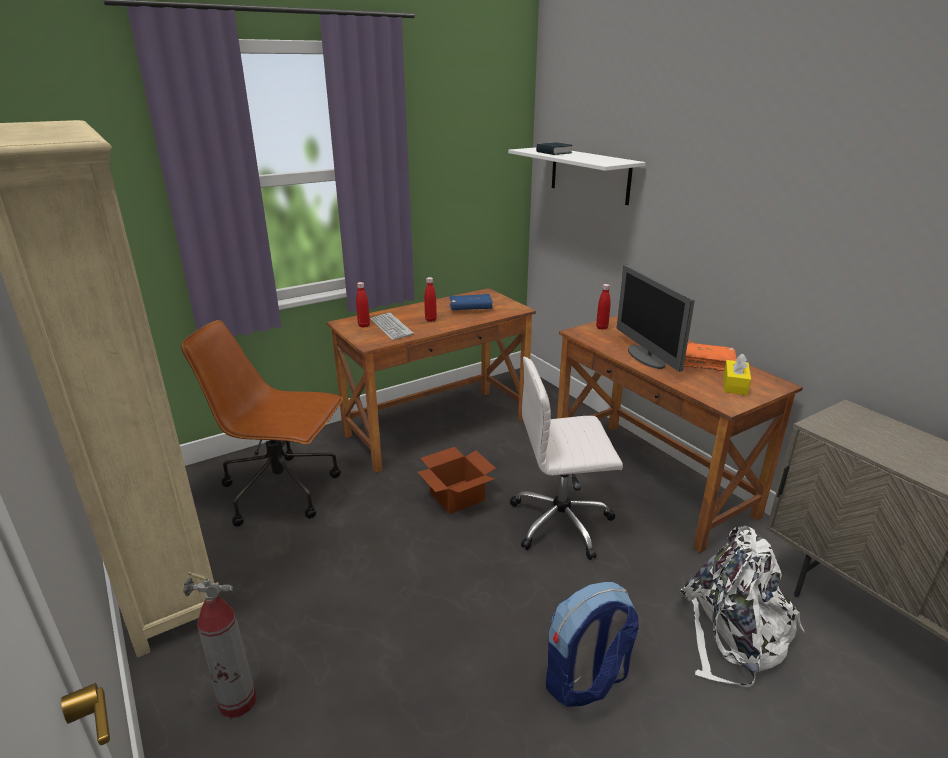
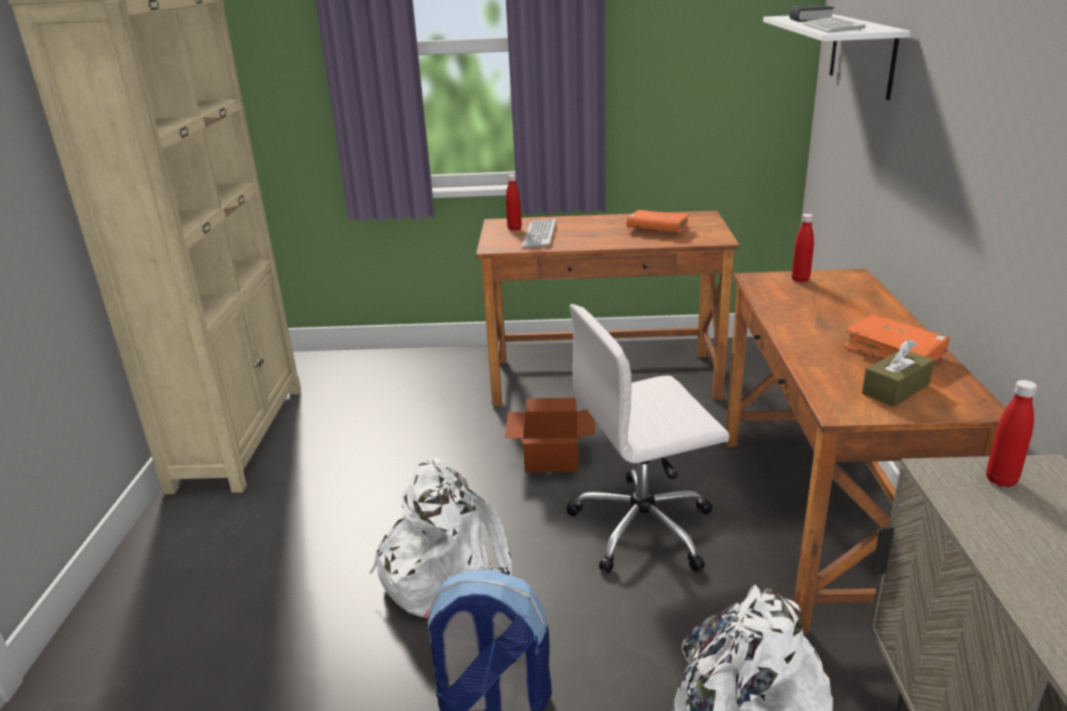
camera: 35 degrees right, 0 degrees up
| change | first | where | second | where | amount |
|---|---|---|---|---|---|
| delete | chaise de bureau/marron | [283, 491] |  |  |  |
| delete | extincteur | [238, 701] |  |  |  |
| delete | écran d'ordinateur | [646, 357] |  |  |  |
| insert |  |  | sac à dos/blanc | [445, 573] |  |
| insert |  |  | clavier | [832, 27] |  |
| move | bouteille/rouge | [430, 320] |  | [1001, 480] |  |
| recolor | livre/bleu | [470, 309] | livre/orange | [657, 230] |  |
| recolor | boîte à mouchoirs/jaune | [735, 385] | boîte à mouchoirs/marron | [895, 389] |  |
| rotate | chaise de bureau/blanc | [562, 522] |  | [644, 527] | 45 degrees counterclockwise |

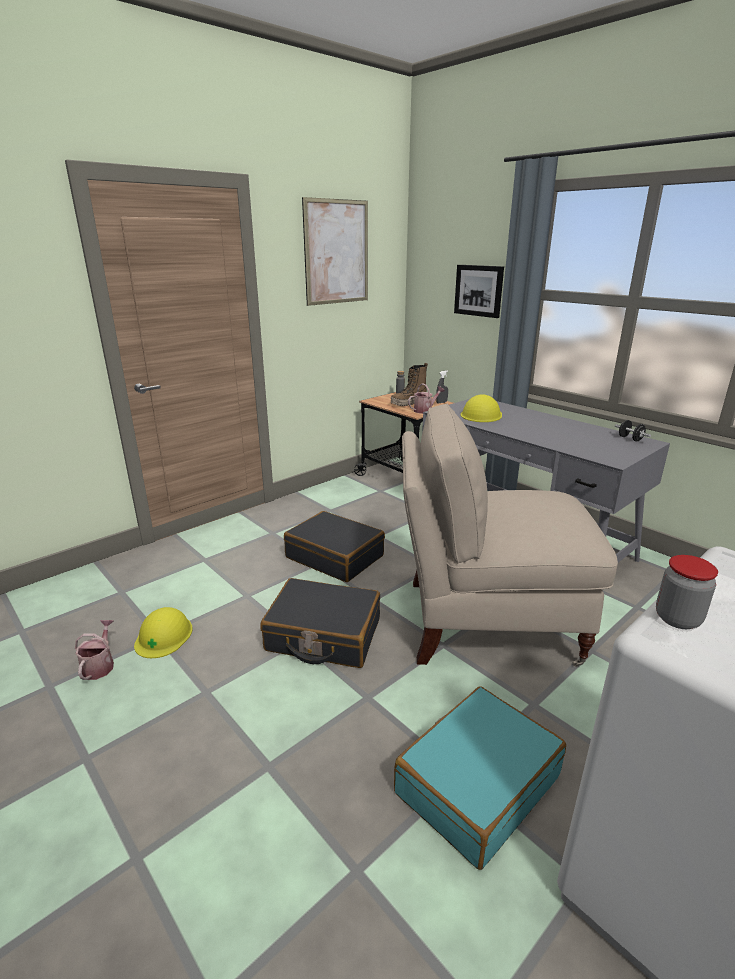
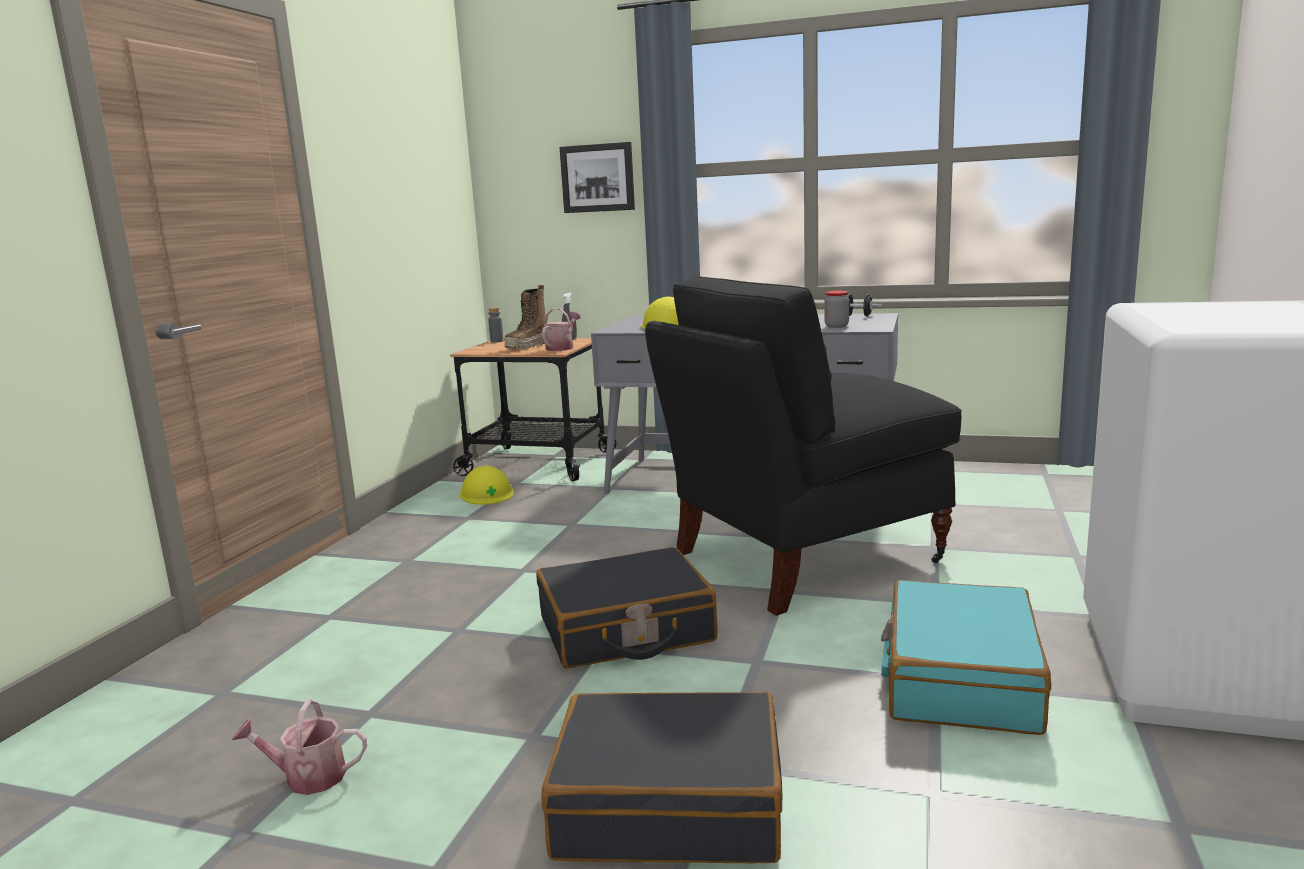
camera: 30 degrees left, 10 degrees down
| change | first | where | second | where | amount |
|---|---|---|---|---|---|
| delete | tableau | [337, 252] |  |  |  |
| move | casque de chantier/jaune | [164, 636] |  | [487, 493] |  |
| move | valise/noir | [335, 556] |  | [669, 804] |  |
| move | bocal | [677, 619] |  | [836, 326] |  |
| recolor | chaise/beige | [486, 620] | chaise/noir | [803, 557] |  |
| rotate | arrosoir | [100, 665] |  | [307, 777] | 60 degrees counterclockwise |

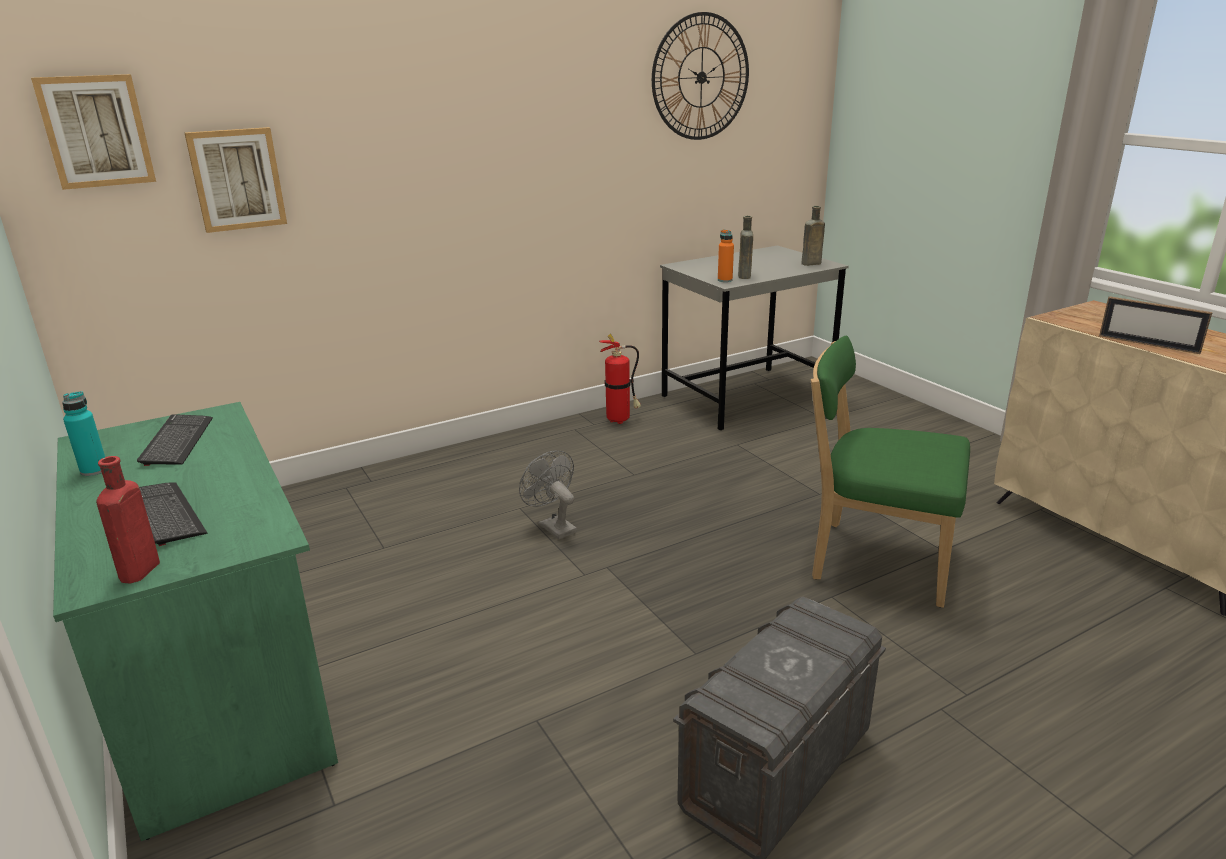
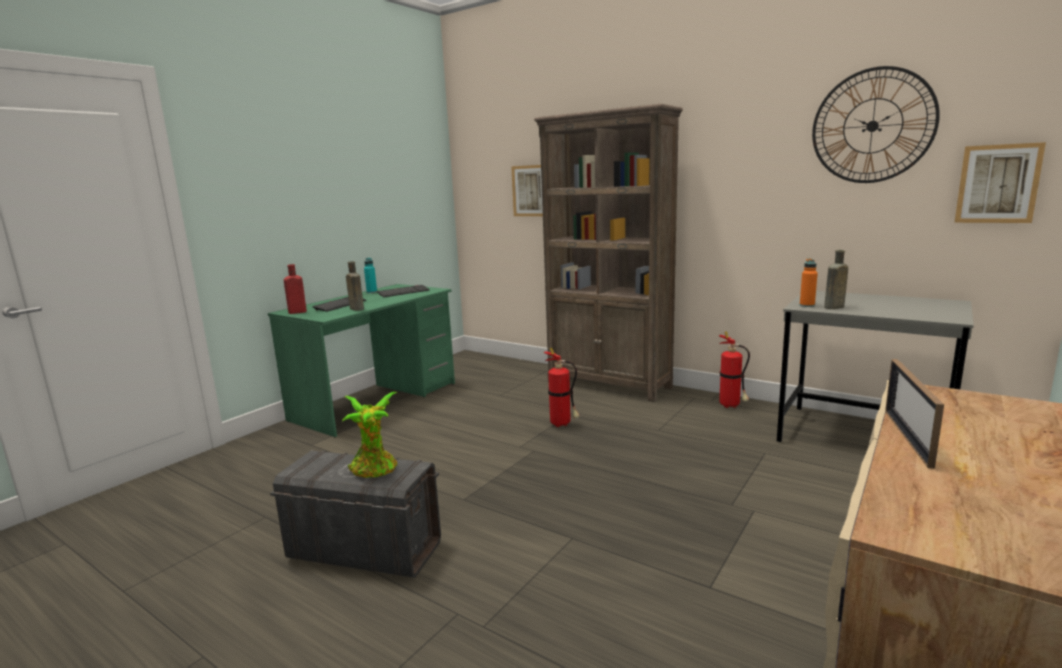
camera: 65 degrees right, 10 degrees down
| change | first | where | second | where | amount |
|---|---|---|---|---|---|
| delete | chaise/vert | [874, 560] |  |  |  |
| insert |  |  | plante en pot | [375, 470] |  |
| insert |  |  | bibliothèque/marron | [609, 384] |  |
| move | tableau | [96, 131] |  | [997, 184] |  |
| move | bouteille/marron | [810, 264] |  | [356, 309] |  |
| replace | ventilateur/gris | [553, 526] | extincteur | [562, 425] |  |

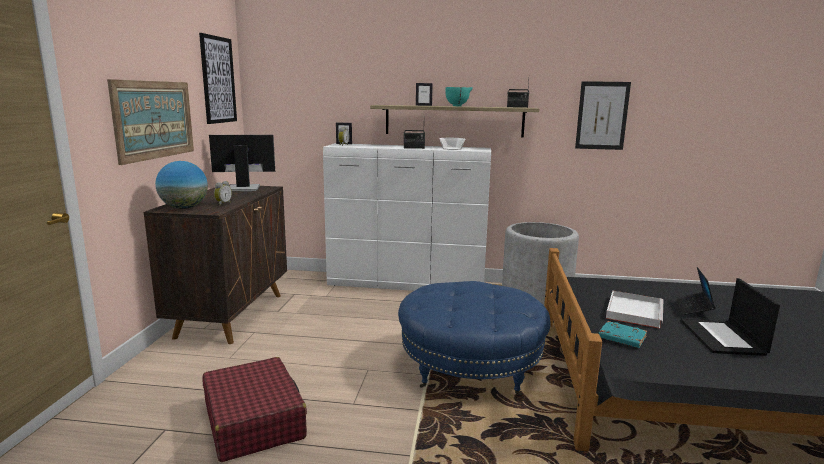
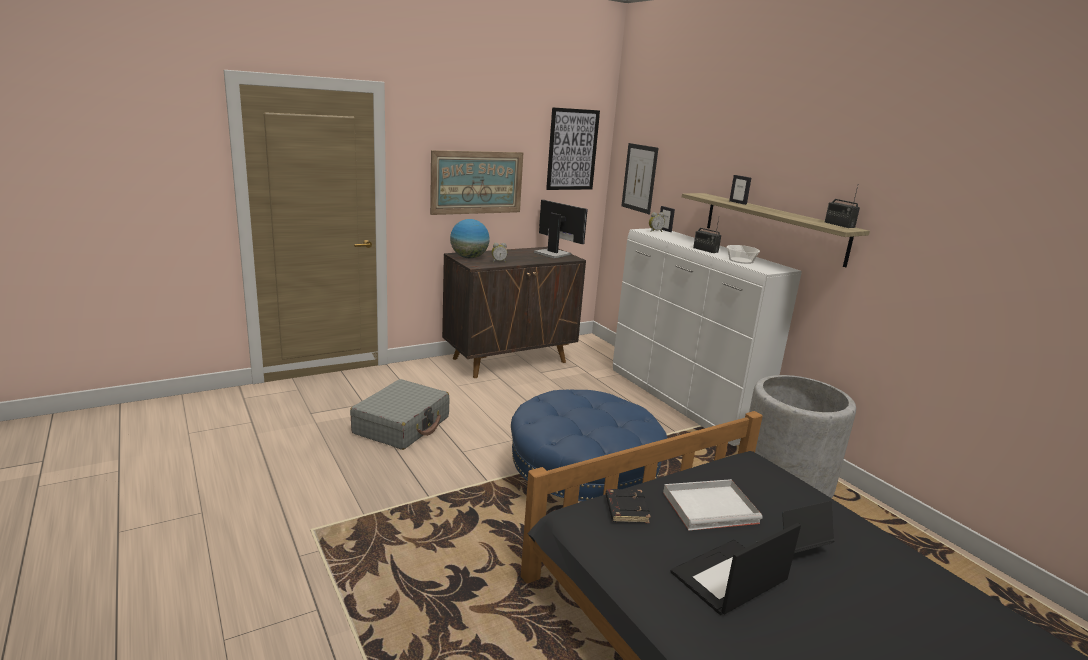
camera: 50 degrees right, 5 degrees up
| change | first | where | second | where | amount |
|---|---|---|---|---|---|
| delete | bol/turquoise | [458, 106] |  |  |  |
| move | tableau | [602, 115] |  | [639, 178] |  |
| recolor | valise/rouge | [254, 420] | valise/gris | [402, 425] |  |
| recolor | livre/turquoise | [621, 338] | livre/noir | [625, 509] |  |

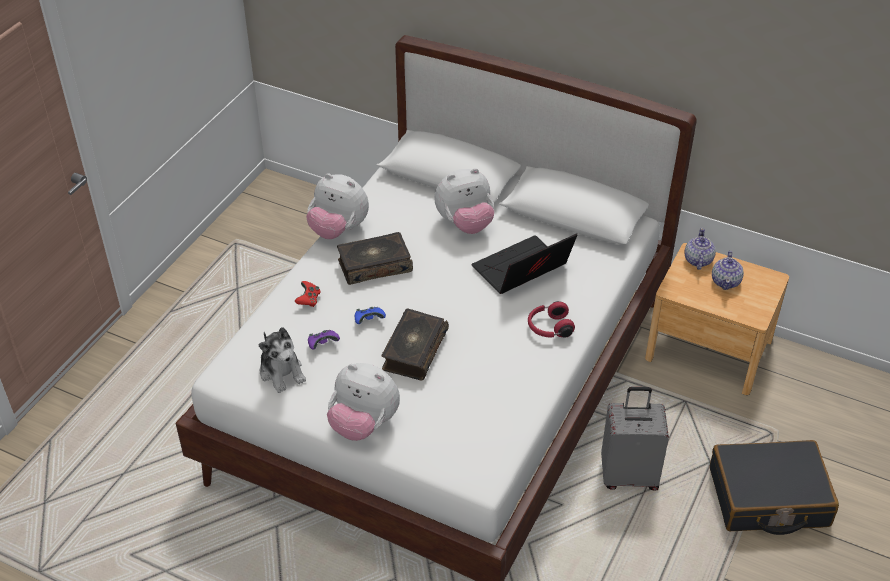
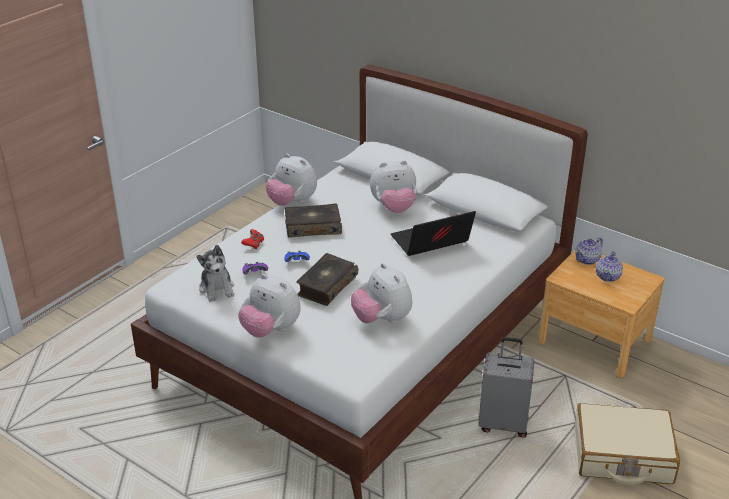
camera: 10 degrees right, 10 degrees down
| change | first | where | second | where | amount |
|---|---|---|---|---|---|
| delete | casque audio/rouge | [549, 328] |  |  |  |
| insert |  |  | peluche | [382, 319] |  |
| recolor | valise/noir | [768, 498] | valise/beige | [622, 455] |  |
| rotate | théière | [697, 260] |  | [587, 260] | 150 degrees counterclockwise |

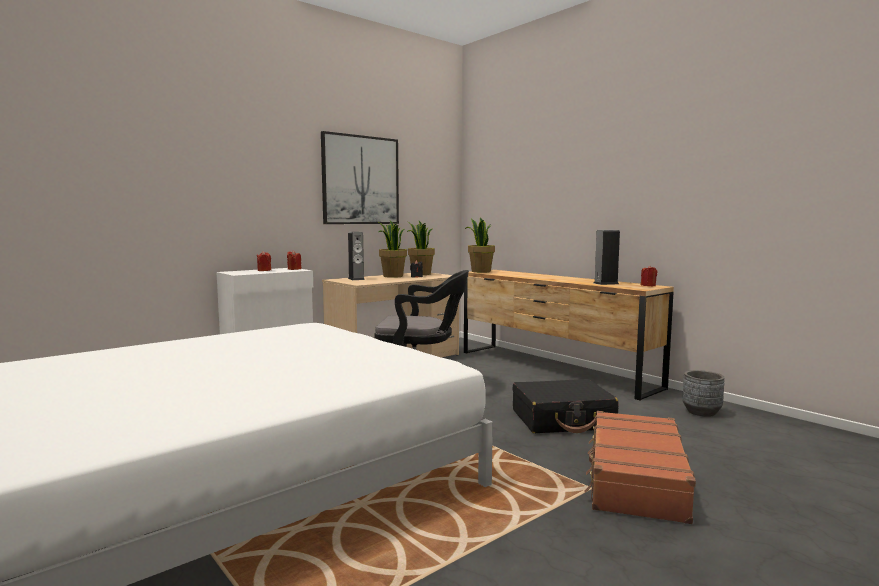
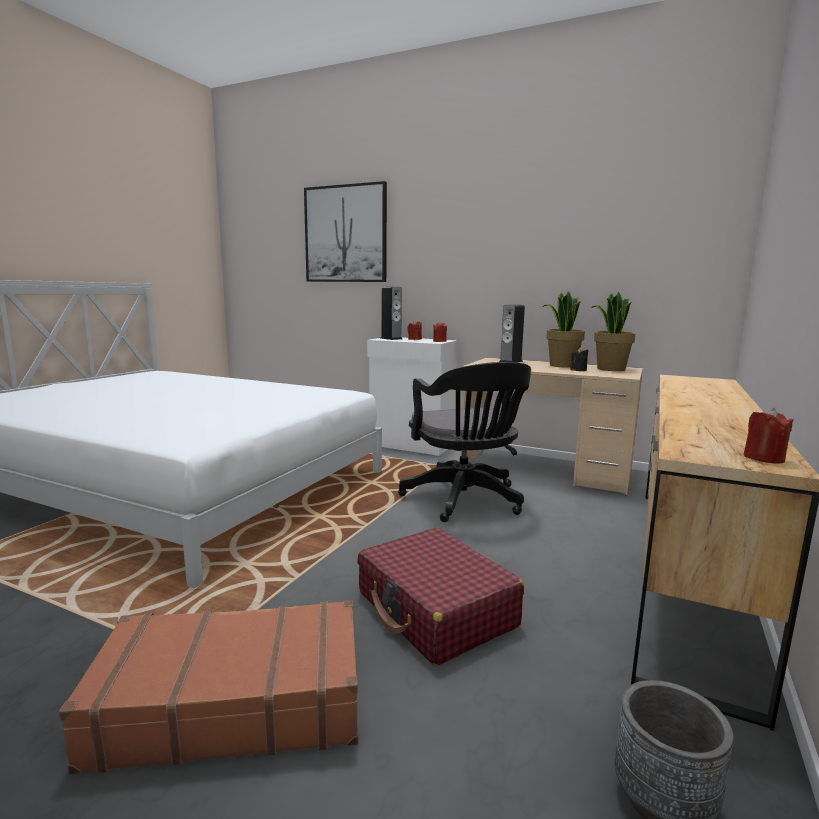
camera: 65 degrees right, 5 degrees up
| change | first | where | second | where | amount |
|---|---|---|---|---|---|
| delete | plante en pot | [480, 271] |  |  |  |
| move | tableau | [360, 180] |  | [345, 234] |  |
| move | enceinte | [606, 283] |  | [391, 338] |  |
| recolor | valise/noir | [563, 420] | valise/rouge | [435, 610] |  |

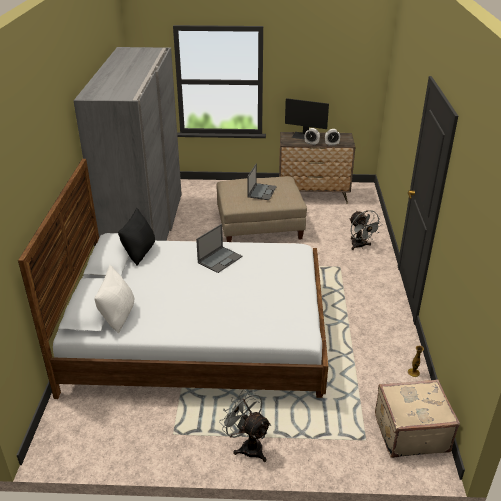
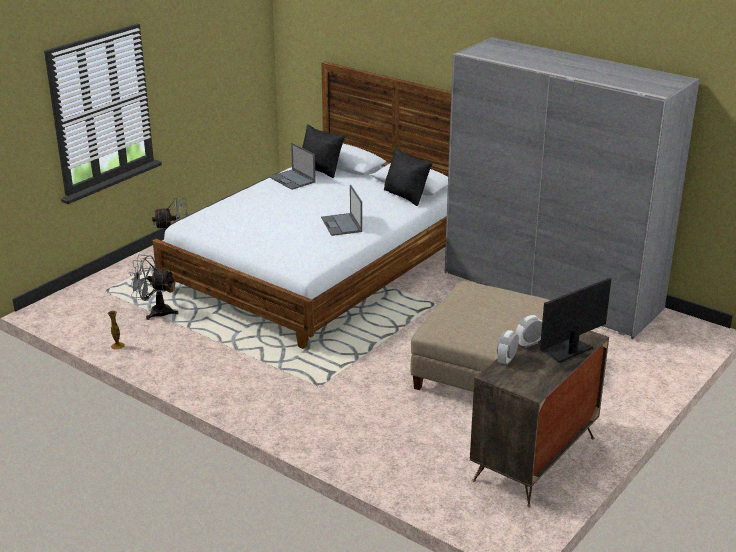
camera: 125 degrees right, 5 degrees down
| change | first | where | second | where | amount |
|---|---|---|---|---|---|
| delete | valise/beige | [410, 432] |  |  |  |
| move | ordinateur portable | [262, 191] |  | [293, 180] |  |
| move | ventilateur/gris | [360, 246] |  | [155, 312] |  |
| recolor | coussin/blanc | [118, 316] | coussin/noir | [321, 170] |  |

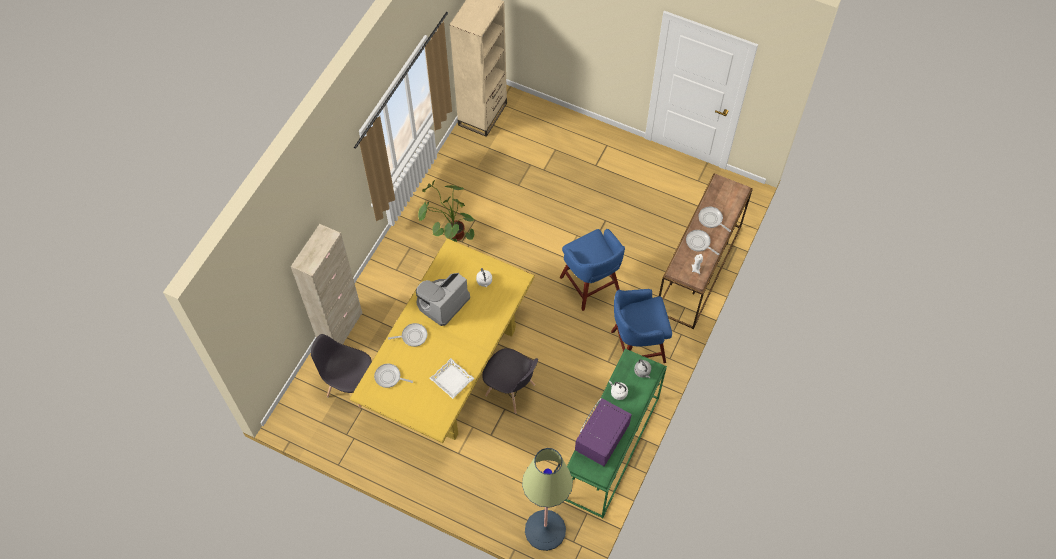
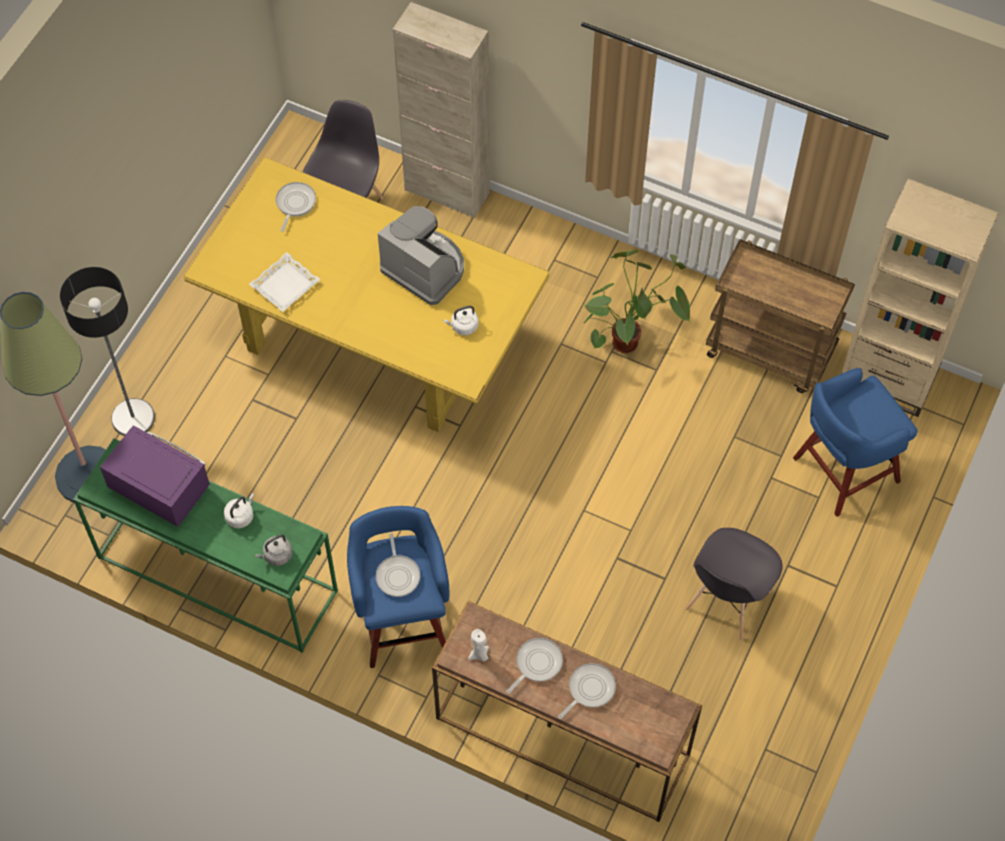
camera: 90 degrees right, 0 degrees up
| change | first | where | second | where | amount |
|---|---|---|---|---|---|
| insert |  |  | lampadaire | [133, 418] |  |
| insert |  |  | chariot/marron | [770, 352] |  |
| move | poêle | [412, 336] |  | [398, 574] |  |
| move | chaise/gris | [510, 390] |  | [727, 601] |  |
| move | tabouret/bleu | [590, 286] |  | [843, 471] |  |

